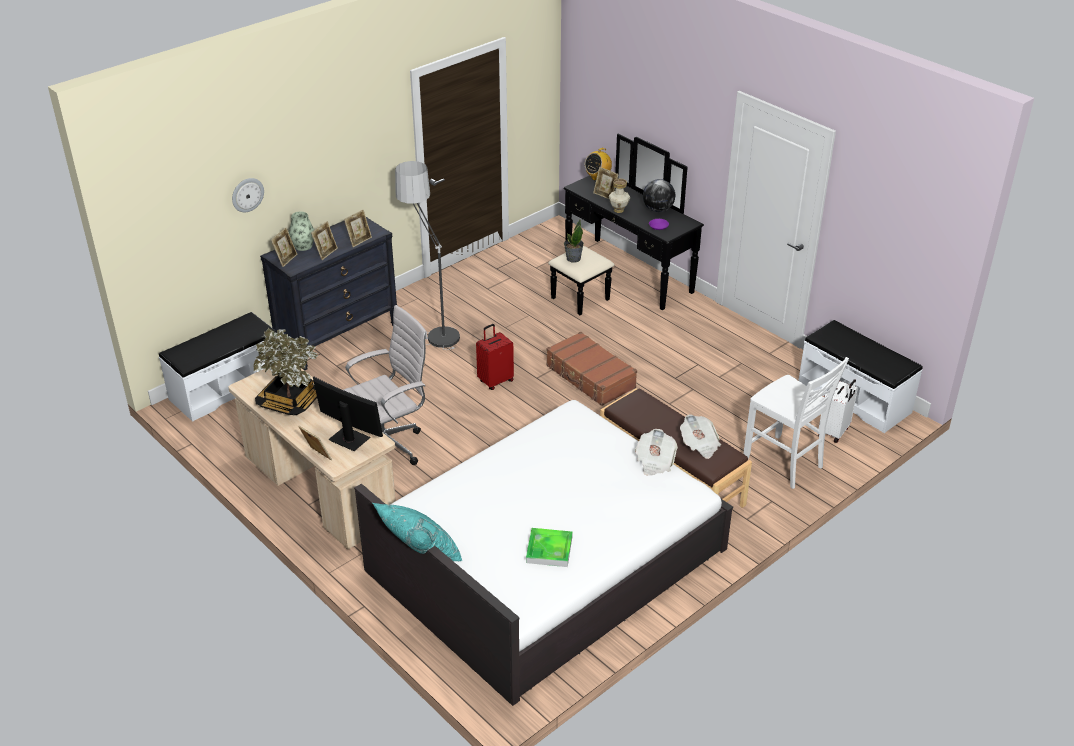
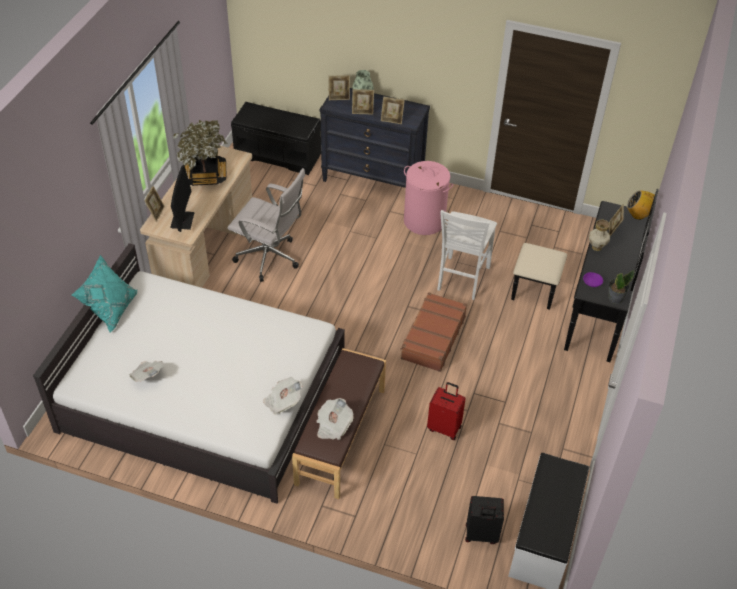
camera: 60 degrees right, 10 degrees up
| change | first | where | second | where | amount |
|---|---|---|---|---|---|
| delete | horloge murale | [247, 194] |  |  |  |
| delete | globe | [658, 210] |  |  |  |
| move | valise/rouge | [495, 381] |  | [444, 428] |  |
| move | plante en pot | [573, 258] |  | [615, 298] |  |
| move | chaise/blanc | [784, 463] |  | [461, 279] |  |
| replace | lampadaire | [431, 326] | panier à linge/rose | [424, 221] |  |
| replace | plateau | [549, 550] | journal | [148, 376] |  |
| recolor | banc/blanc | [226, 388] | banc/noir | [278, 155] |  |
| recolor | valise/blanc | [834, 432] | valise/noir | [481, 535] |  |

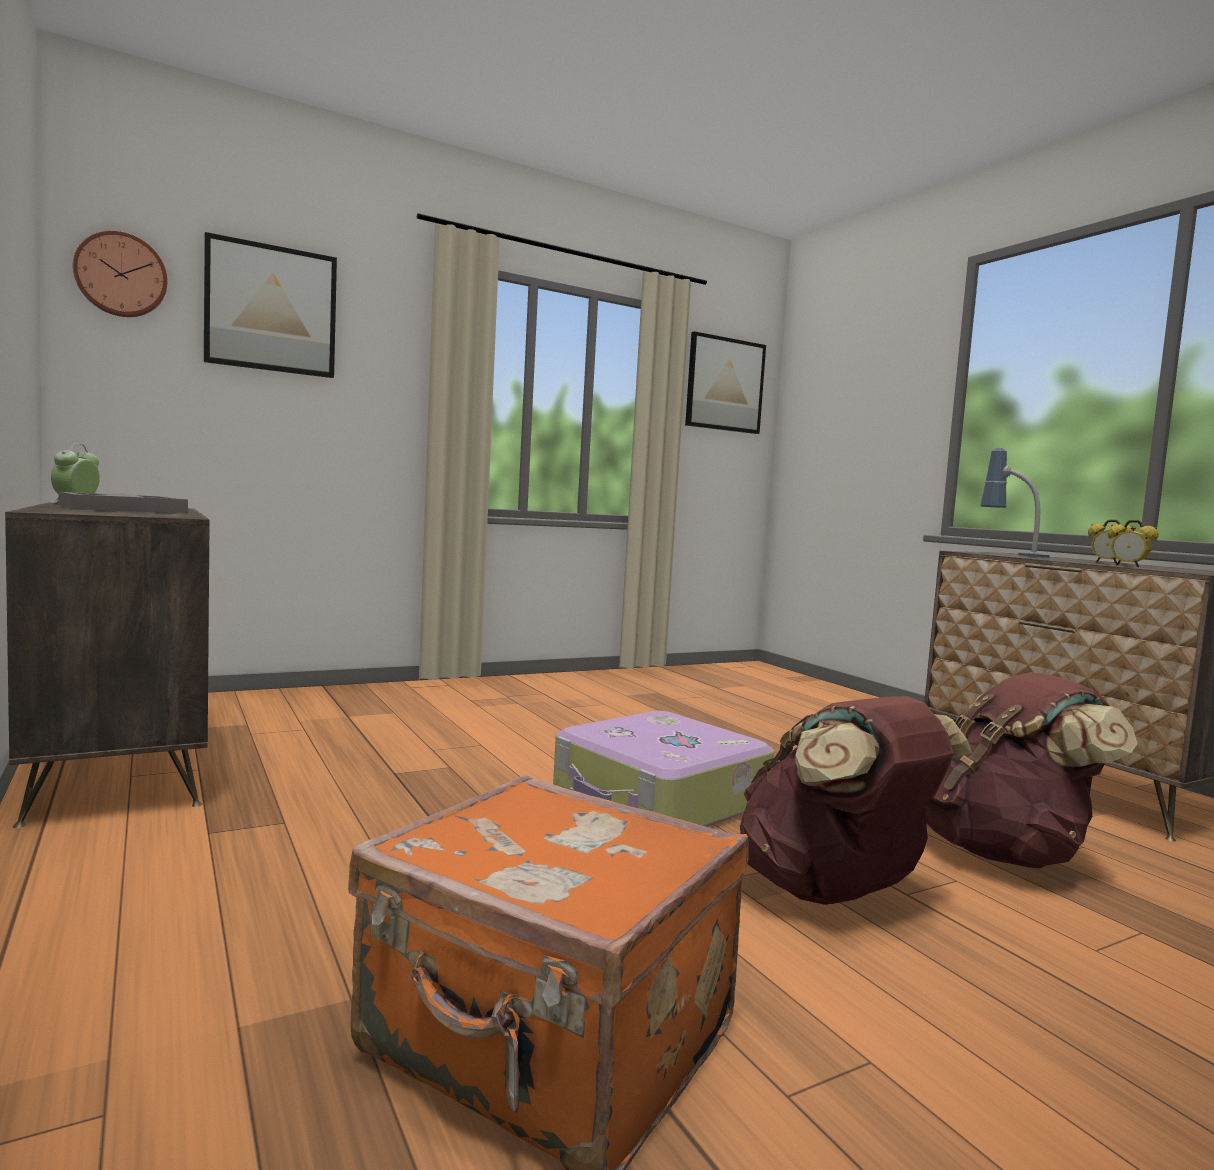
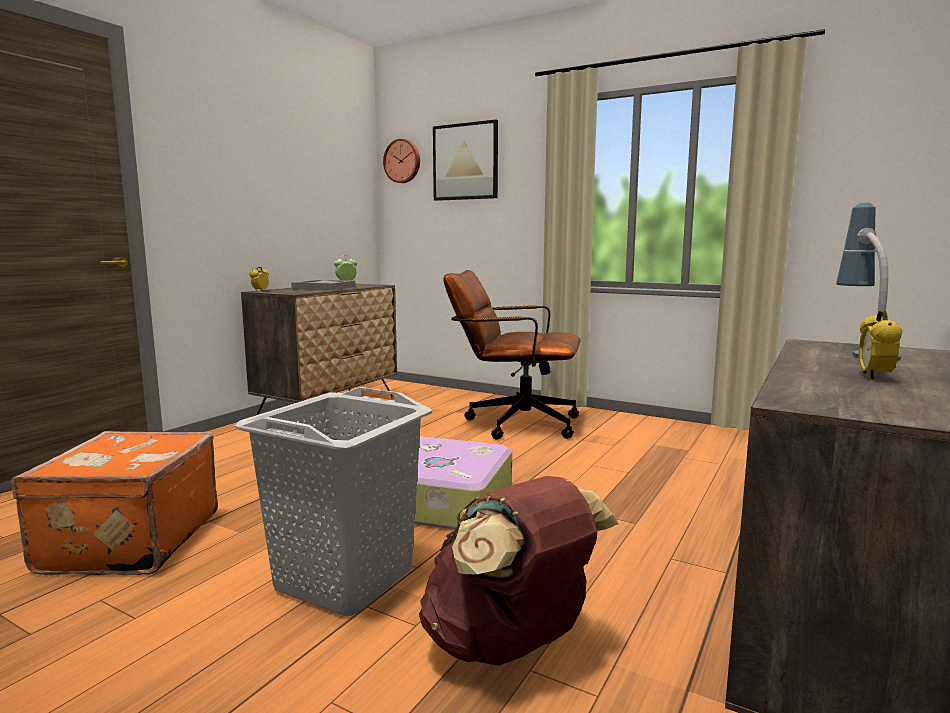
camera: 60 degrees right, 5 degrees up
| change | first | where | second | where | amount |
|---|---|---|---|---|---|
| delete | tableau | [725, 384] |  |  |  |
| insert |  |  | chaise de bureau/marron | [513, 423] |  |
| move | réveil | [1128, 566] |  | [260, 291] |  |
| replace | sac à dos/marron | [834, 892] | panier à linge/gris | [343, 579] |  |

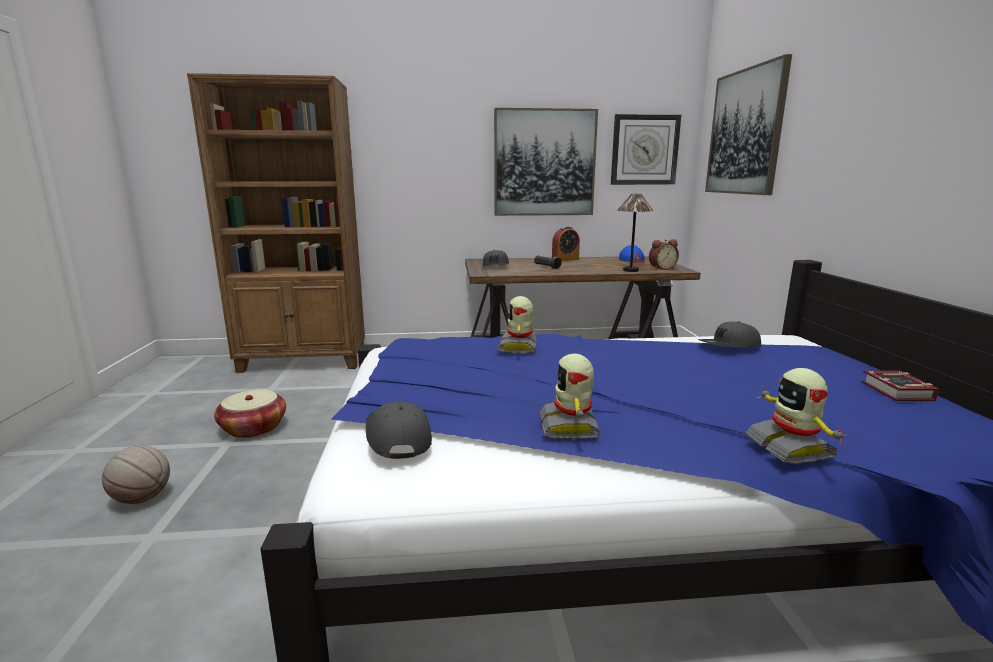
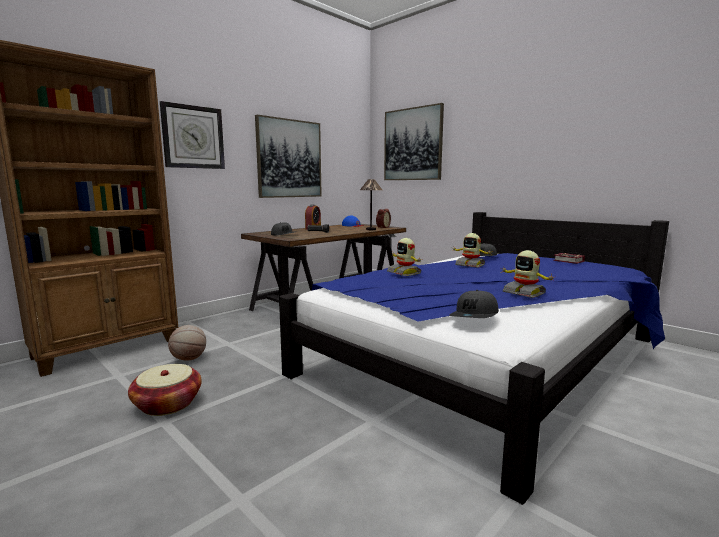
camera: 40 degrees left, 5 degrees down
| change | first | where | second | where | amount |
|---|---|---|---|---|---|
| move | ballon de basket | [142, 499] |  | [189, 359] |  |
| move | horloge murale | [644, 150] |  | [193, 137] |  |
| move | robot jouet | [790, 447] |  | [470, 265] |  |
| rotate | casquette/gris | [397, 436] |  | [475, 316] | 90 degrees counterclockwise |

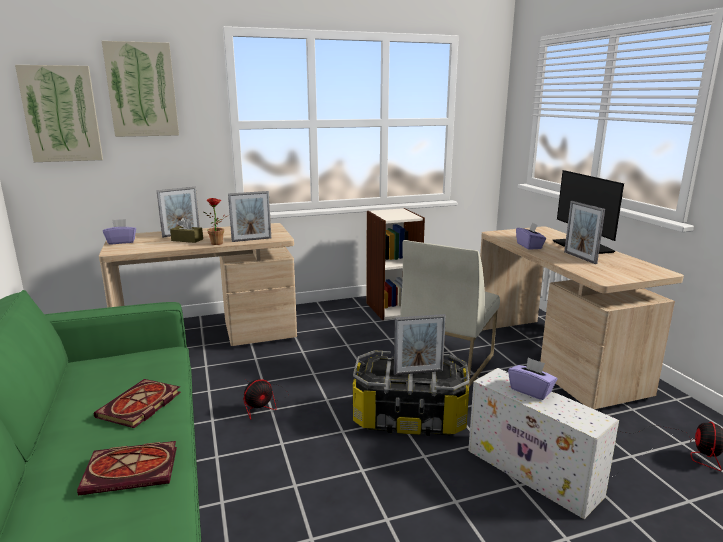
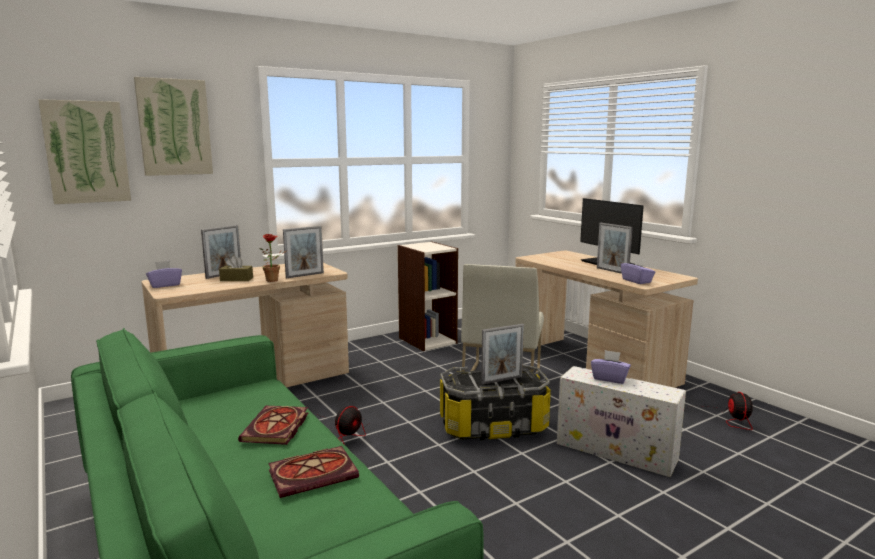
camera: 15 degrees left, 5 degrees down
| change | first | where | second | where | amount |
|---|---|---|---|---|---|
| move | boîte à mouchoirs/violet | [529, 246] |  | [637, 281] |  |

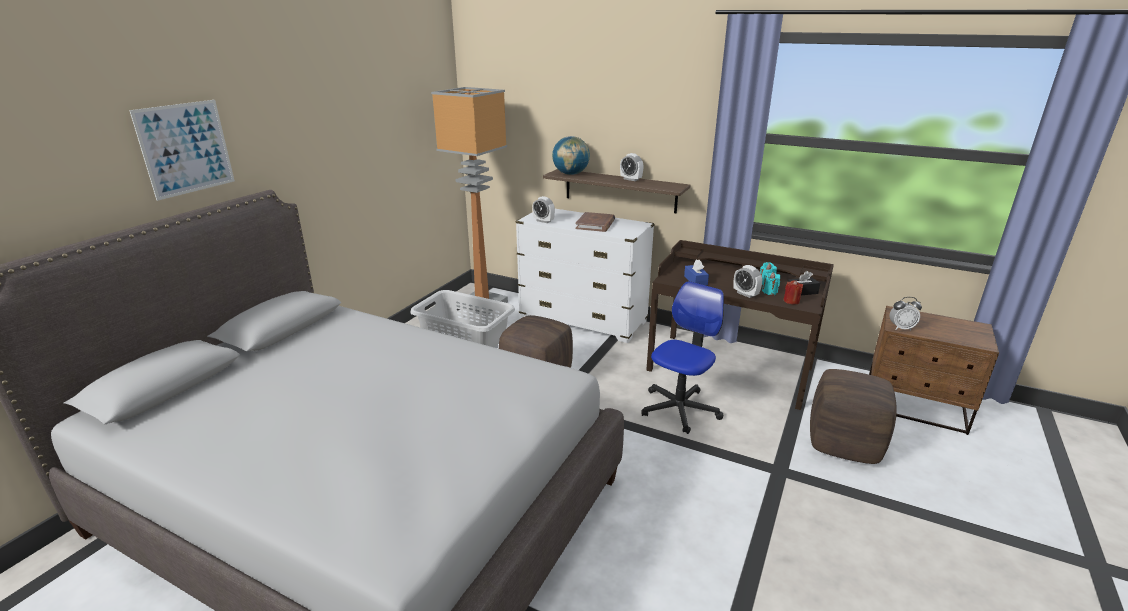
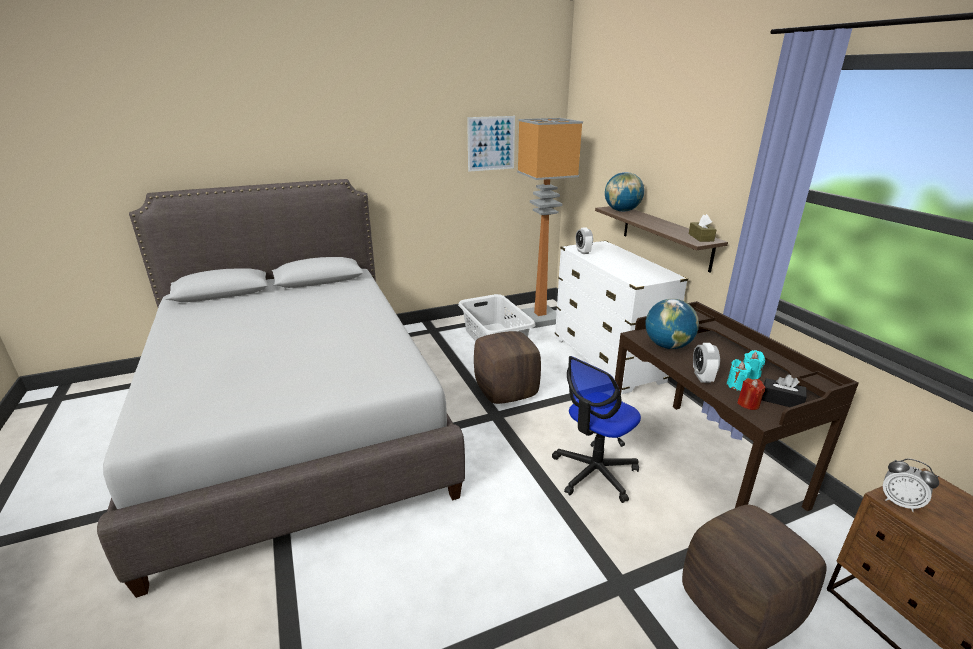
camera: 40 degrees right, 0 degrees up
| change | first | where | second | where | amount |
|---|---|---|---|---|---|
| delete | livre/marron | [595, 224] |  |  |  |
| delete | réveil | [631, 179] |  |  |  |
| insert |  |  | boîte à mouchoirs/marron | [701, 237] |  |
| move | tableau | [186, 148] |  | [491, 143] |  |
| replace | boîte à mouchoirs/bleu | [695, 280] | globe | [667, 346] |  |
| rotate | chaise de bureau | [679, 409] |  | [594, 473] | 150 degrees clockwise |

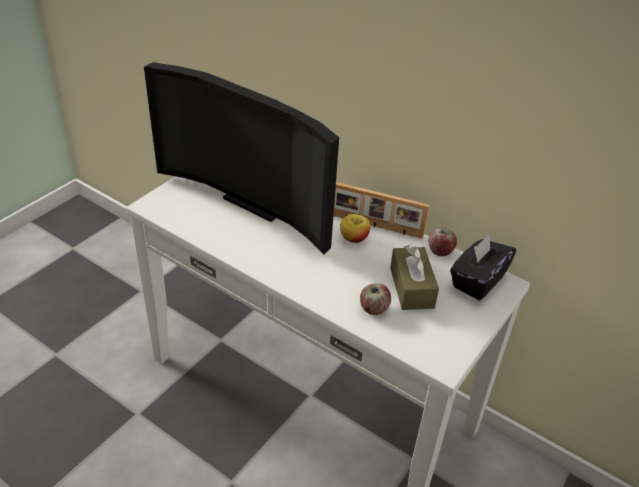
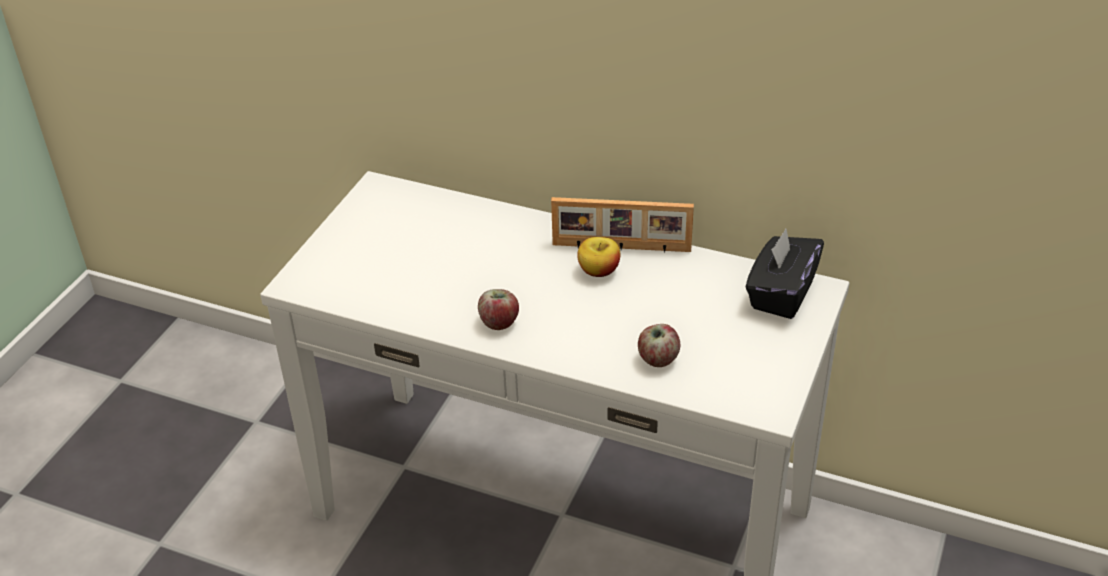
camera: 10 degrees left, 0 degrees up
| change | first | where | second | where | amount |
|---|---|---|---|---|---|
| delete | téléviseur | [257, 201] |  |  |  |
| delete | boîte à mouchoirs/marron | [411, 287] |  |  |  |
| move | pomme | [440, 251] |  | [499, 323] |  |

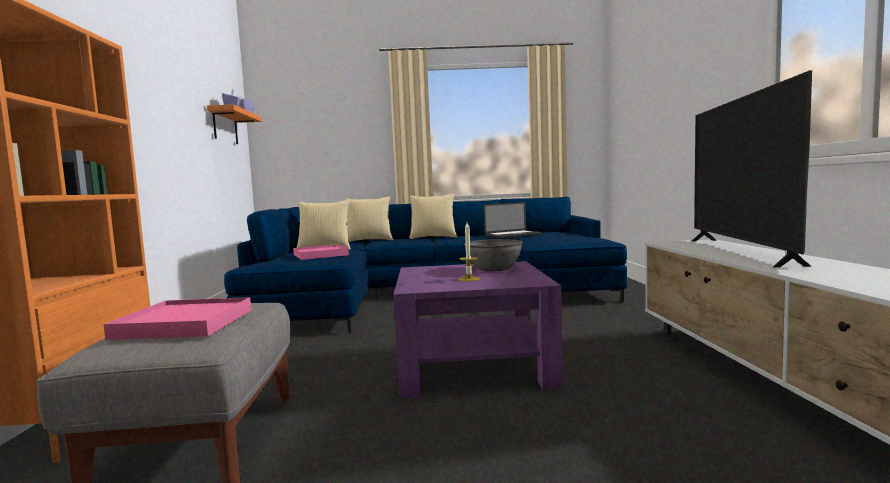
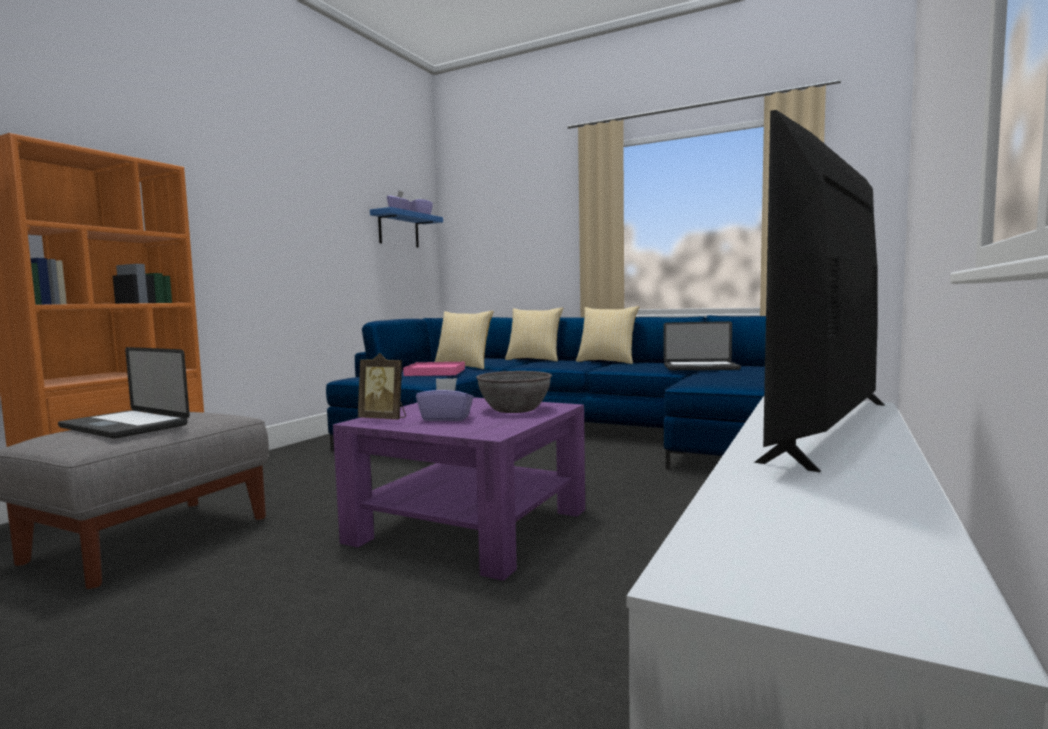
camera: 30 degrees right, 0 degrees up
| change | first | where | second | where | amount |
|---|---|---|---|---|---|
| insert |  |  | cadre photo | [384, 419] |  |
| replace | plateau/rose | [185, 323] | ordinateur portable | [124, 426] |  |
| replace | bougie | [469, 279] | boîte à mouchoirs/violet | [446, 418] |  |
| recolor | étagère/orange | [225, 126] | étagère/bleu | [398, 230] |  |

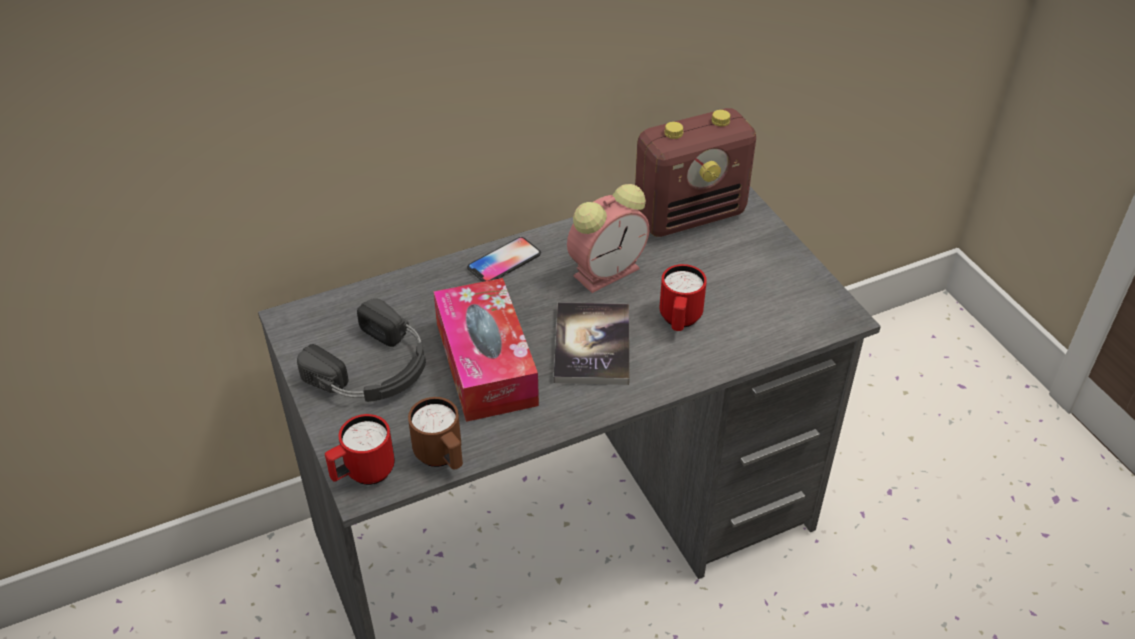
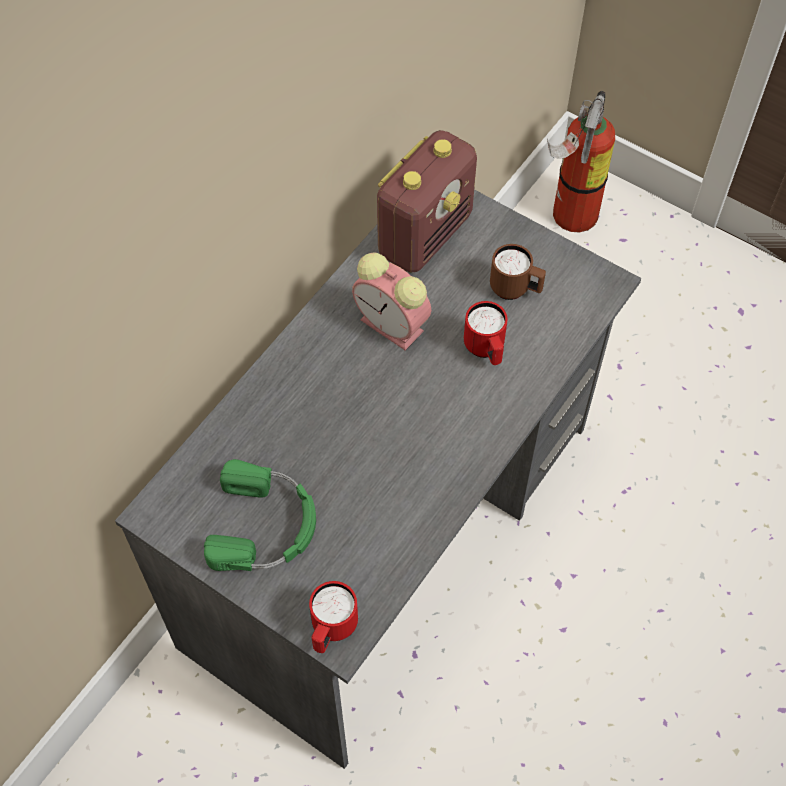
camera: 30 degrees left, 15 degrees up
| change | first | where | second | where | amount |
|---|---|---|---|---|---|
| delete | boîte à mouchoirs | [486, 363] |  |  |  |
| delete | téléphone | [504, 261] |  |  |  |
| delete | livre | [592, 345] |  |  |  |
| insert |  |  | extincteur | [569, 218] |  |
| move | mug/marron | [442, 458] |  | [515, 289] |  |
| recolor | casque audio/noir | [374, 369] | casque audio/vert | [265, 525] |  |
| rotate | réveil | [608, 270] |  | [394, 326] | 105 degrees clockwise |

